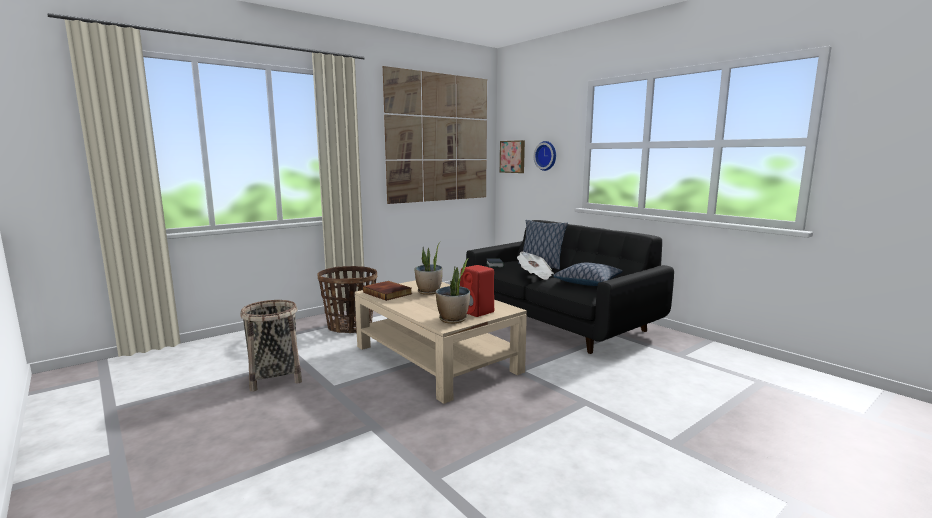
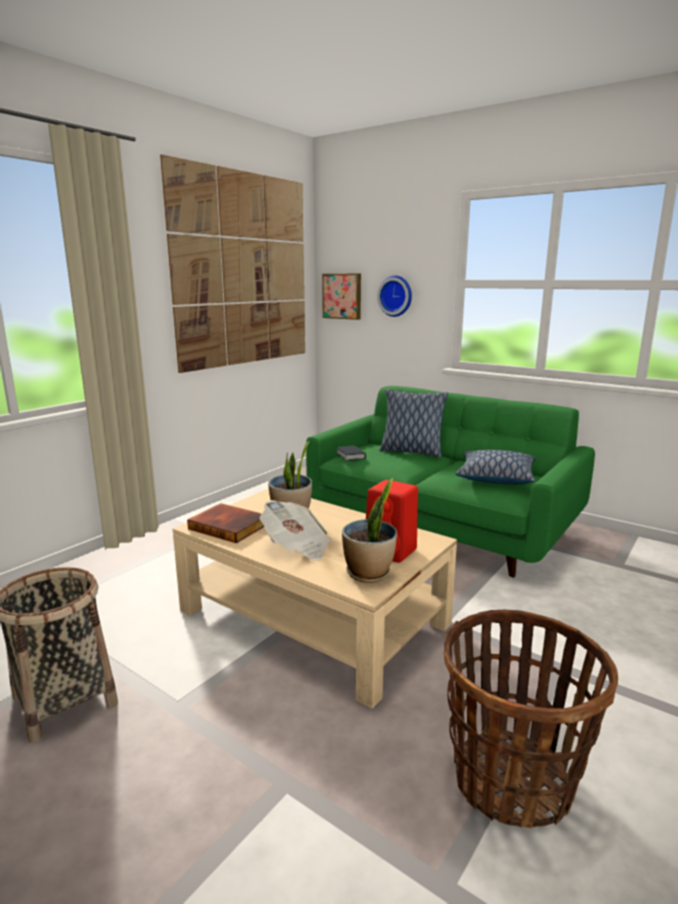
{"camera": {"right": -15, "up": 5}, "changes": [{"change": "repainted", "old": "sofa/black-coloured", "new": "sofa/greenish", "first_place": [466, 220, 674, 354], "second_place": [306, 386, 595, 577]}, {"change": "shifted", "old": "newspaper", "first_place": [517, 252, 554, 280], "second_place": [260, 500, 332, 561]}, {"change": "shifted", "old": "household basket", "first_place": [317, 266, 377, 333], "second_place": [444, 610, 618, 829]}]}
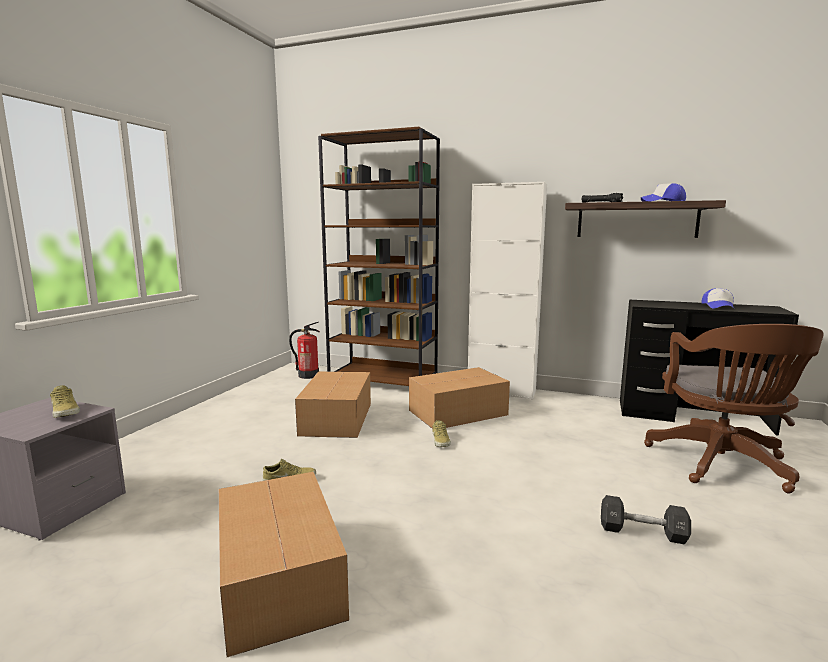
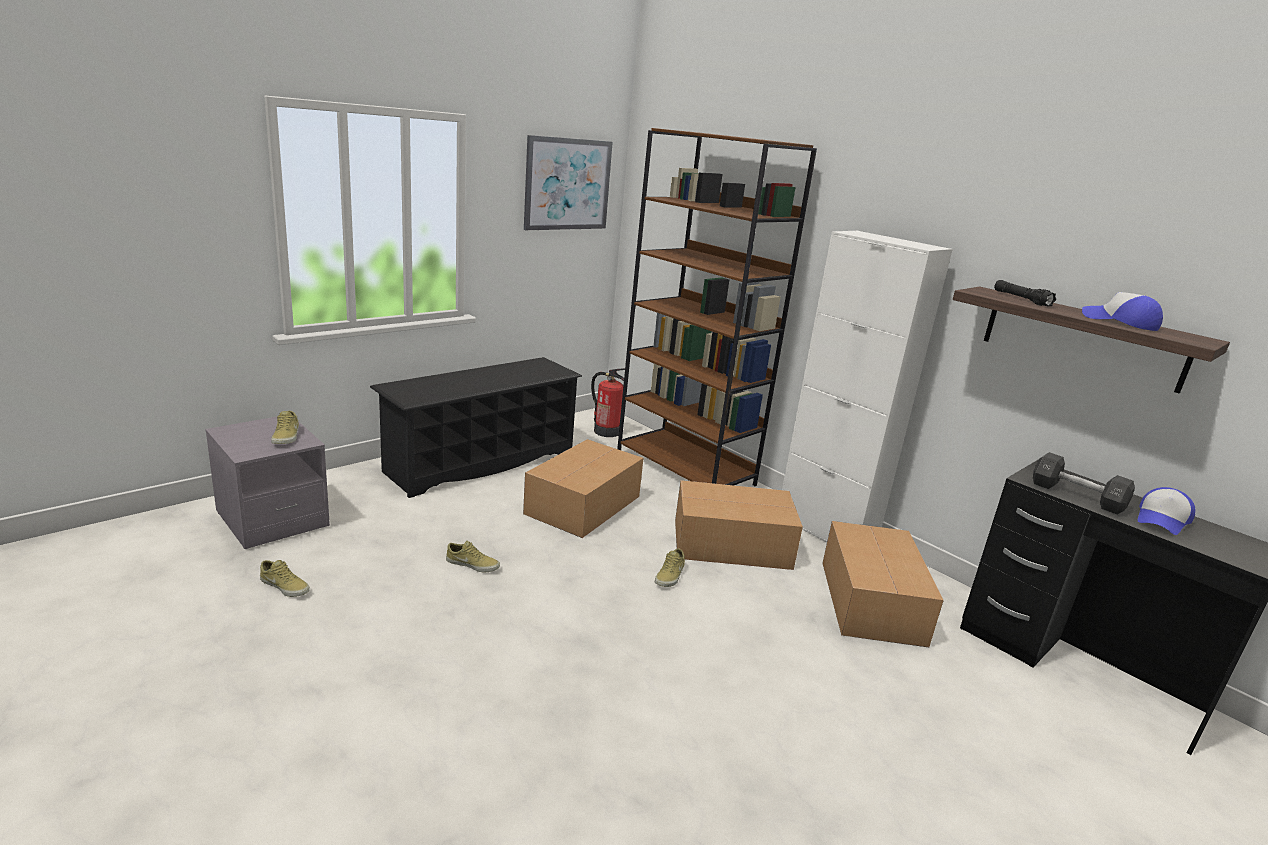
{"camera": {"right": 25, "up": 10}, "changes": [{"change": "gone", "old": "desk chair/brown", "first_place": [644, 324, 824, 493]}, {"change": "shifted", "old": "cardboard box", "first_place": [219, 472, 349, 657], "second_place": [822, 521, 944, 647]}, {"change": "shifted", "old": "hand weight/black-coloured", "first_place": [601, 495, 691, 545], "second_place": [1033, 452, 1135, 514]}, {"change": "new", "new": "picture", "second_place": [524, 135, 613, 230]}, {"change": "new", "new": "shoe stand/black-coloured", "second_place": [370, 357, 582, 498]}, {"change": "new", "new": "item of footwear/sand-coloured", "second_place": [260, 560, 310, 597]}]}
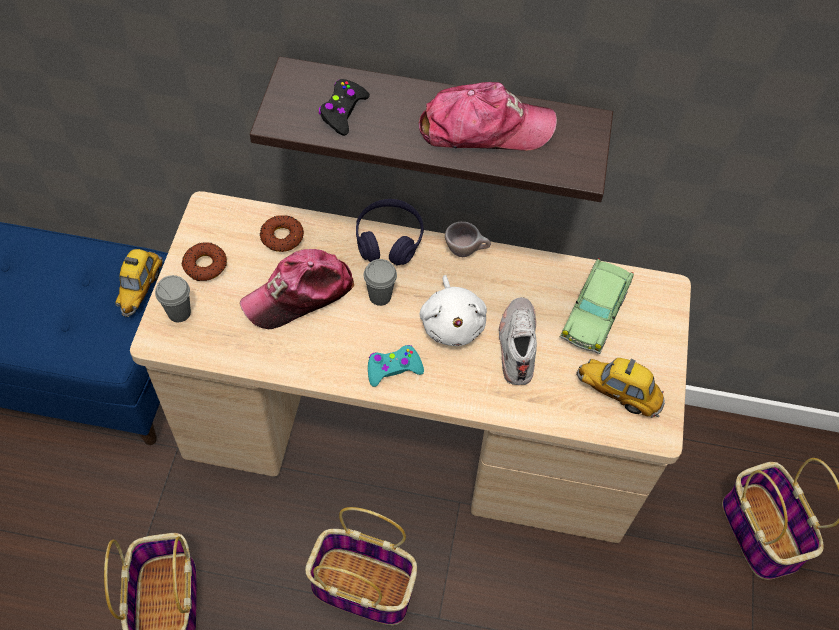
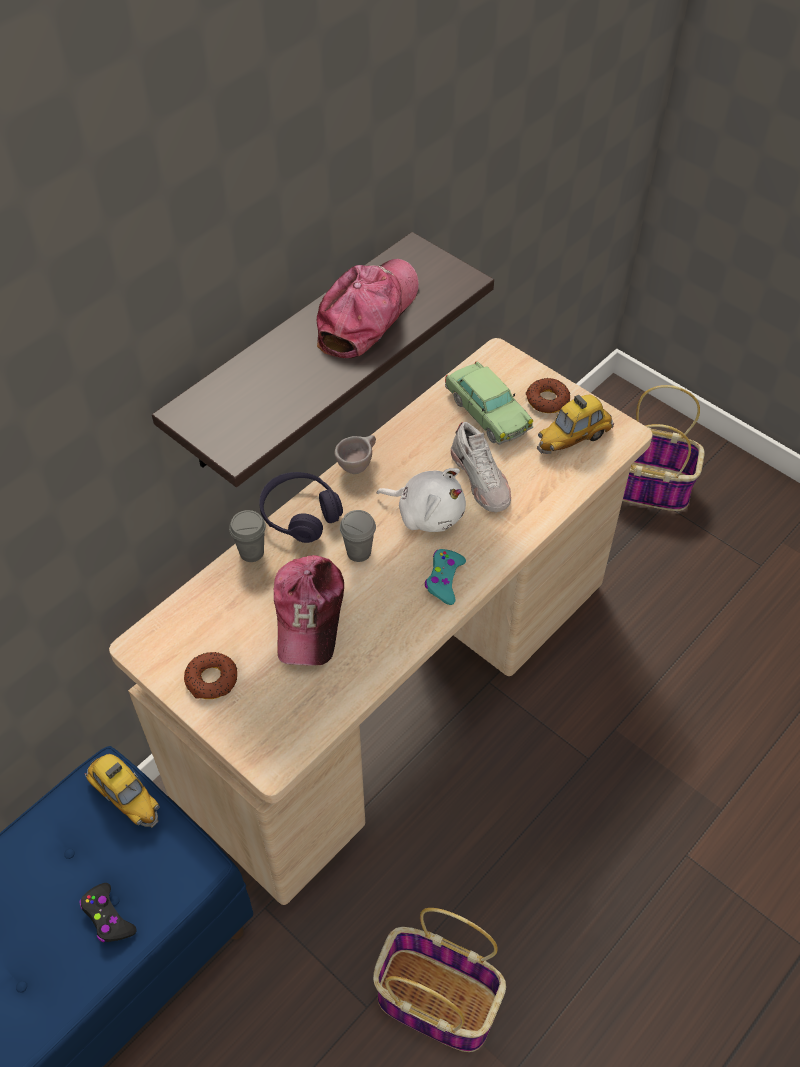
{"camera": {"right": -55, "up": -5}, "changes": [{"change": "shifted", "old": "game controller/black-coloured", "first_place": [319, 79, 370, 136], "second_place": [80, 883, 137, 942]}, {"change": "shifted", "old": "doughnut", "first_place": [260, 215, 304, 252], "second_place": [526, 378, 570, 413]}, {"change": "shifted", "old": "small cup/greyish", "first_place": [155, 275, 191, 322], "second_place": [229, 510, 266, 562]}, {"change": "rotated", "old": "item of footwear/white", "first_place": [499, 297, 537, 385], "second_place": [451, 422, 511, 512], "degrees": -150}, {"change": "gone", "old": "household basket", "first_place": [305, 507, 417, 625]}]}
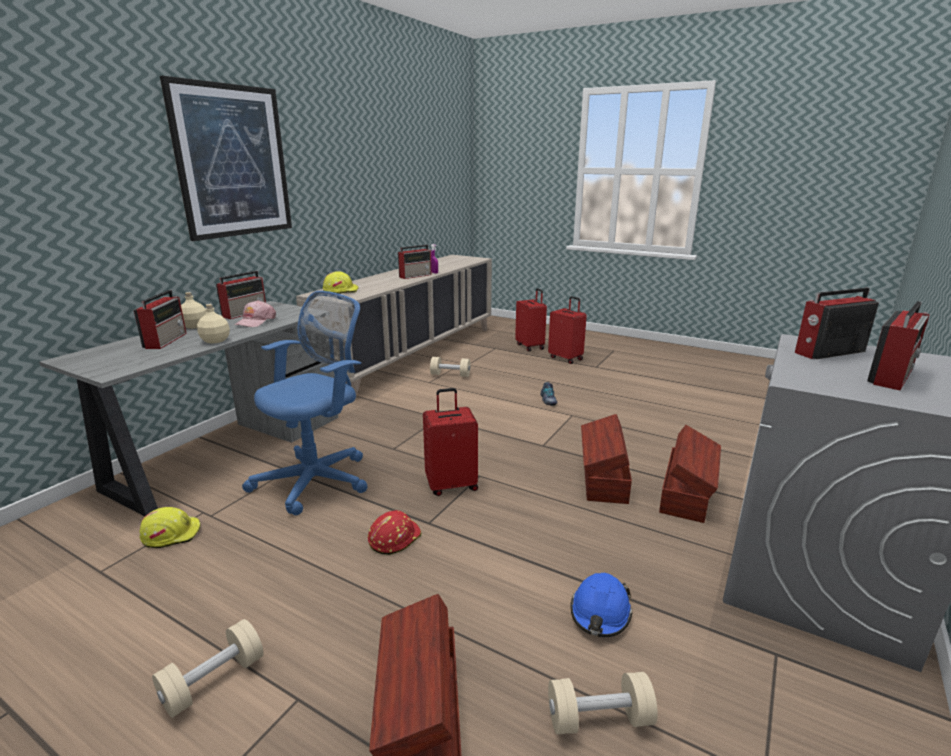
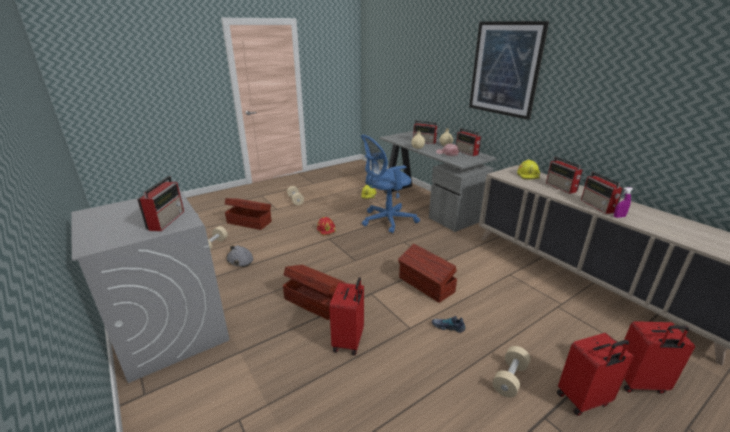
{"camera": {"right": 115, "up": 5}, "changes": [{"change": "rotated", "old": "desk chair/bluish", "first_place": [242, 291, 368, 515], "second_place": [361, 135, 420, 233], "degrees": 90}, {"change": "shifted", "old": "radio set", "first_place": [867, 301, 929, 390], "second_place": [546, 157, 583, 194]}, {"change": "shifted", "old": "hand weight/sand-coloured", "first_place": [430, 357, 470, 377], "second_place": [493, 346, 530, 398]}, {"change": "shifted", "old": "travel case/red", "first_place": [423, 388, 478, 496], "second_place": [329, 277, 364, 355]}, {"change": "shifted", "old": "storage bin/brown", "first_place": [659, 425, 721, 523], "second_place": [398, 243, 457, 303]}, {"change": "repainted", "old": "hard hat/bluish", "new": "hard hat/greyish", "first_place": [570, 573, 632, 637], "second_place": [227, 245, 253, 267]}]}
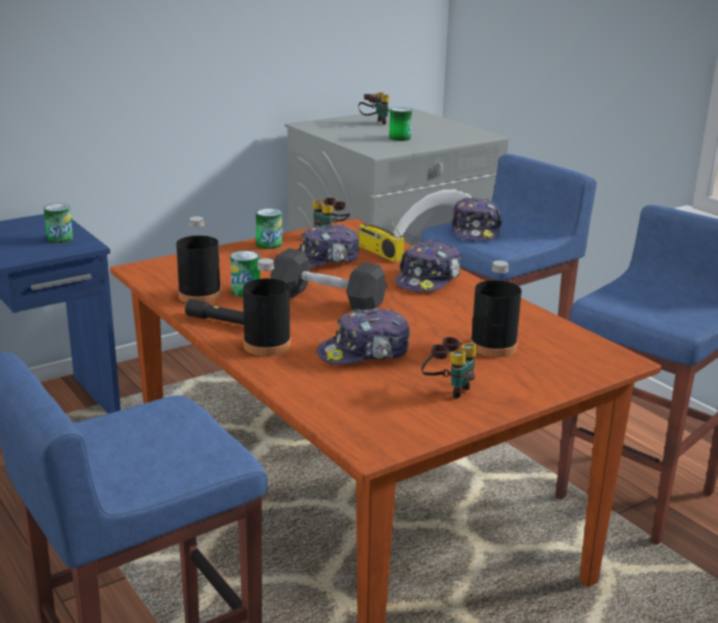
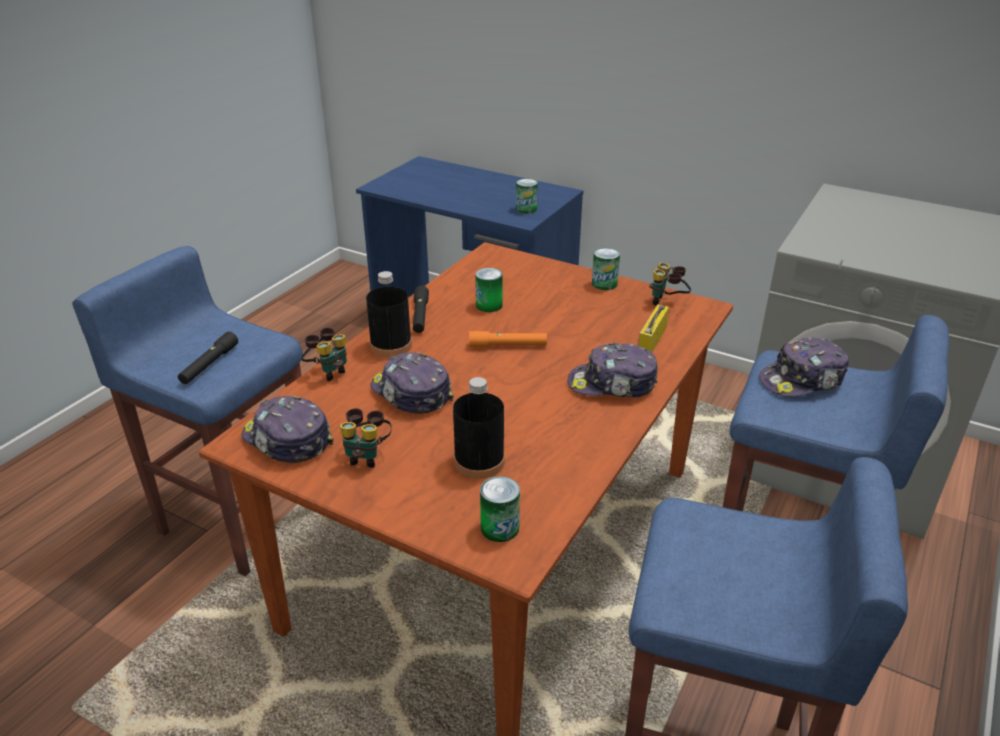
{"camera": {"right": 65, "up": 10}, "changes": [{"change": "shifted", "old": "binoculars", "first_place": [358, 92, 389, 125], "second_place": [301, 328, 347, 381]}, {"change": "shifted", "old": "metal can", "first_place": [389, 107, 412, 141], "second_place": [480, 476, 520, 542]}, {"change": "gone", "old": "beverage bottle/black-coloured", "first_place": [176, 217, 221, 303]}, {"change": "shifted", "old": "peaked cap", "first_place": [297, 225, 359, 268], "second_place": [242, 396, 334, 463]}, {"change": "swapped", "old": "hand weight/black-coloured", "new": "hand torch/orange-coloured", "first_place": [270, 248, 387, 311], "second_place": [469, 331, 547, 347]}, {"change": "new", "new": "hand torch/black-coloured", "second_place": [178, 332, 238, 384]}]}
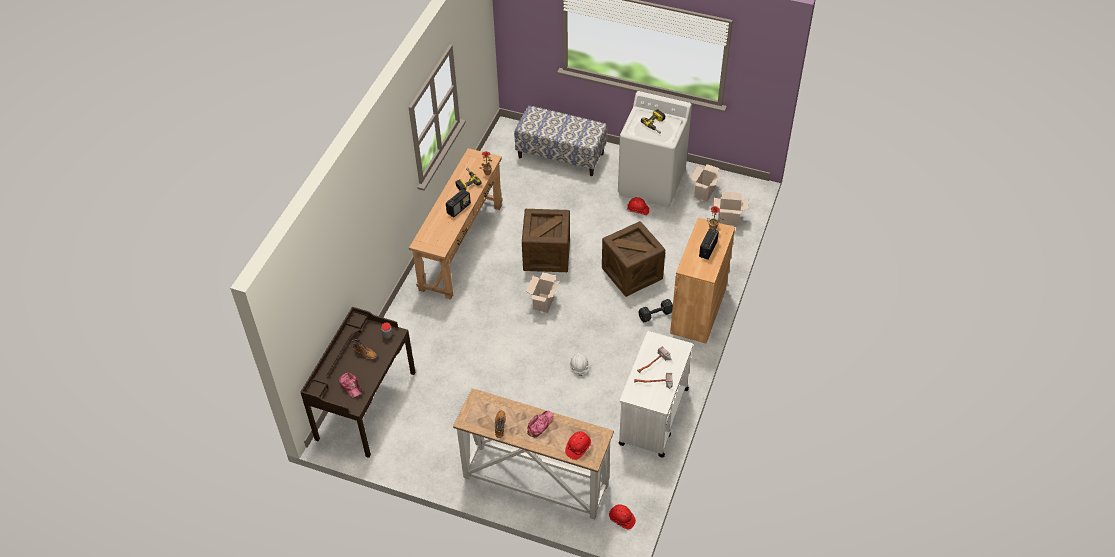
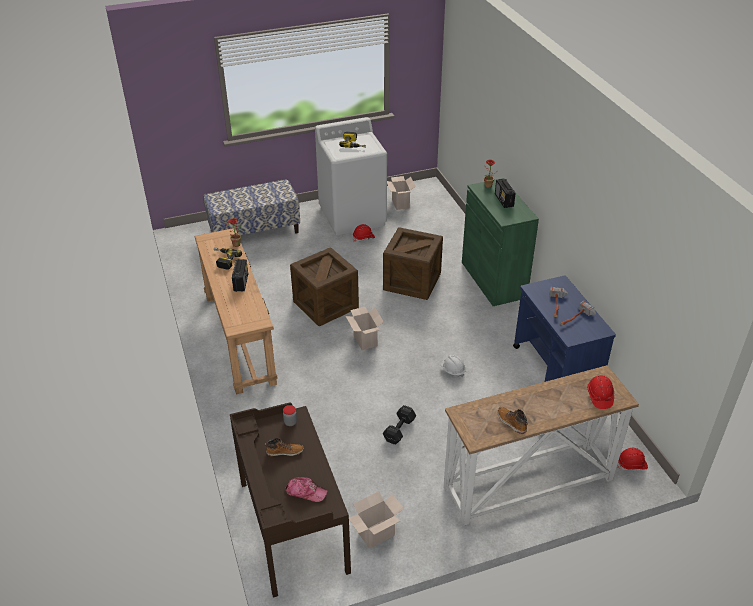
{"camera": {"right": -40, "up": -10}, "changes": [{"change": "shifted", "old": "cardboard box", "first_place": [712, 192, 749, 226], "second_place": [349, 491, 404, 549]}, {"change": "repainted", "old": "cupboard/brown", "new": "cupboard/greenish", "first_place": [670, 218, 735, 343], "second_place": [462, 178, 539, 306]}, {"change": "shifted", "old": "hand weight/black-coloured", "first_place": [638, 299, 673, 322], "second_place": [383, 405, 416, 444]}, {"change": "repainted", "old": "trolley/white", "new": "trolley/bluish", "first_place": [618, 331, 693, 458], "second_place": [513, 275, 616, 382]}, {"change": "gone", "old": "peaked cap", "first_place": [527, 411, 554, 437]}]}
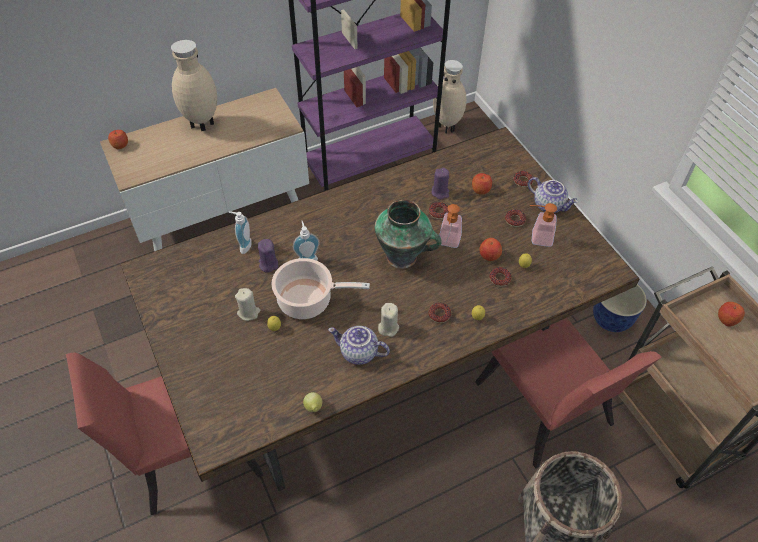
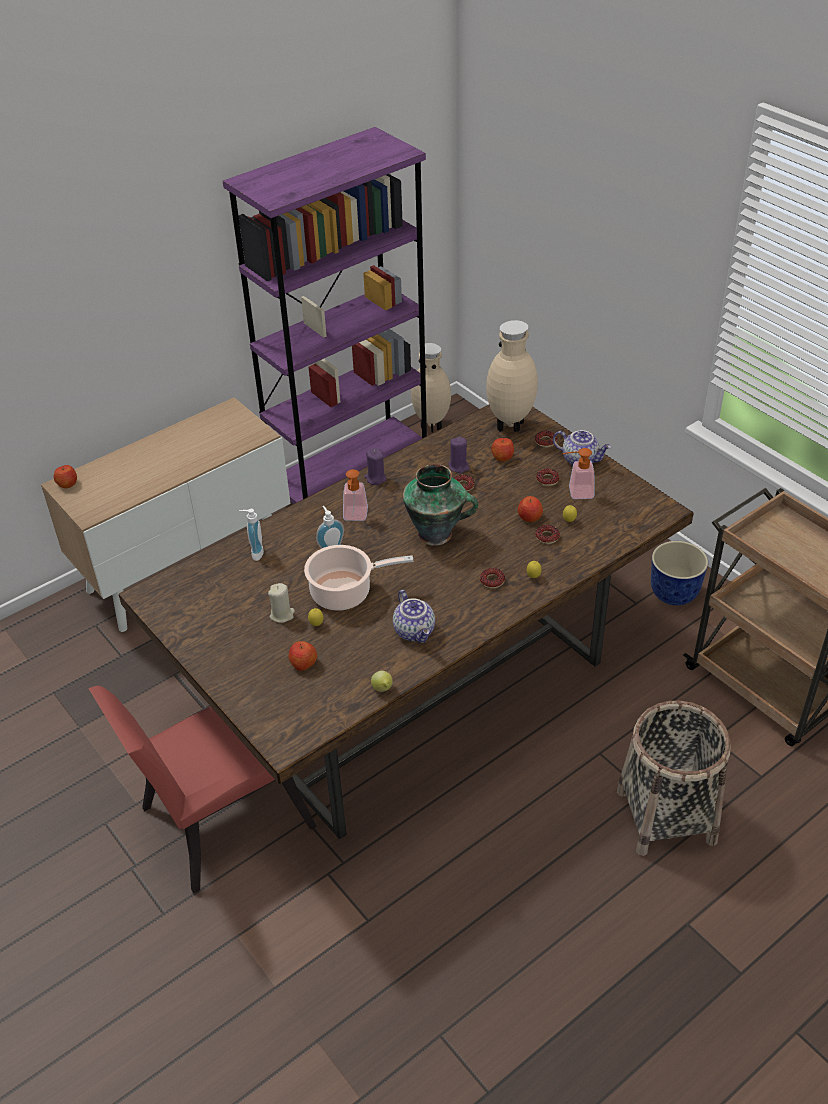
{"camera": {"right": -10, "up": -10}, "changes": [{"change": "shifted", "old": "flower vase/sand-coloured", "first_place": [171, 40, 217, 131], "second_place": [486, 320, 538, 432]}, {"change": "shifted", "old": "liquid soap bottle", "first_place": [439, 204, 462, 248], "second_place": [343, 469, 368, 521]}, {"change": "shifted", "old": "candle/purple", "first_place": [258, 239, 278, 273], "second_place": [365, 447, 387, 485]}, {"change": "shifted", "old": "apple fruit", "first_place": [718, 302, 745, 327], "second_place": [289, 641, 317, 671]}, {"change": "gone", "old": "candle/sand-coloured", "first_place": [378, 303, 399, 337]}, {"change": "gone", "old": "plain chair/red", "first_place": [475, 318, 662, 469]}, {"change": "rotated", "old": "pot for tea", "first_place": [328, 326, 390, 365], "second_place": [393, 590, 435, 643], "degrees": -120}]}
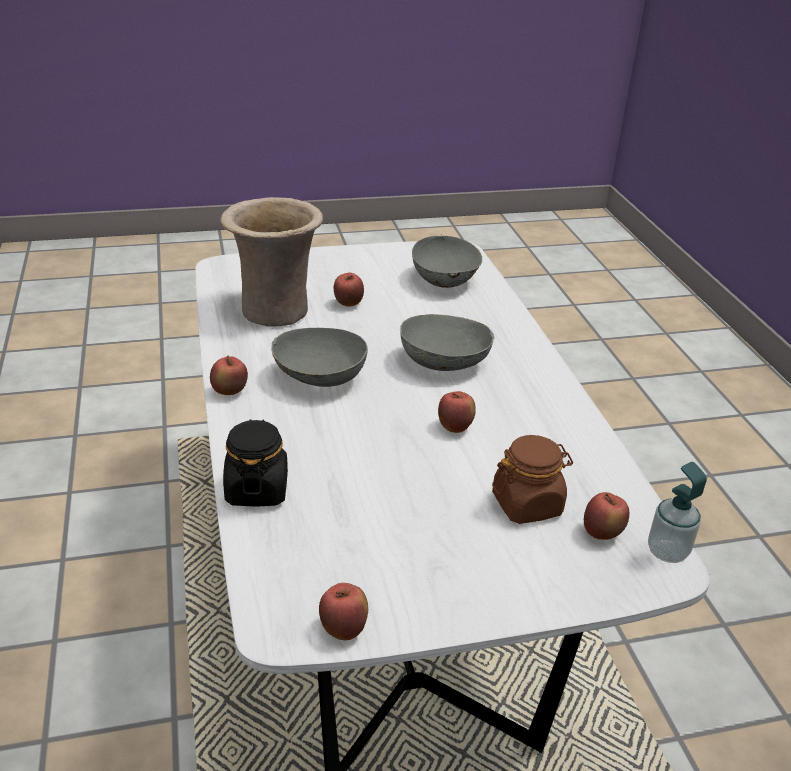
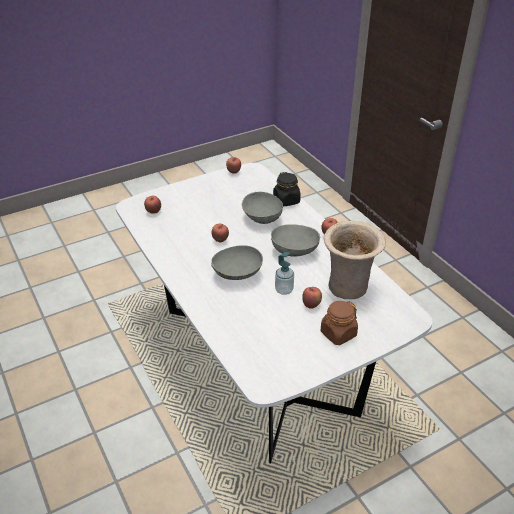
{"camera": {"right": 165, "up": 5}, "changes": [{"change": "shifted", "old": "deep dish/greyish", "first_place": [412, 236, 482, 288], "second_place": [242, 192, 283, 224]}, {"change": "shifted", "old": "jar/brown", "first_place": [492, 435, 573, 524], "second_place": [321, 301, 358, 345]}, {"change": "shifted", "old": "liquid soap bottle", "first_place": [648, 462, 707, 563], "second_place": [275, 252, 294, 295]}]}
